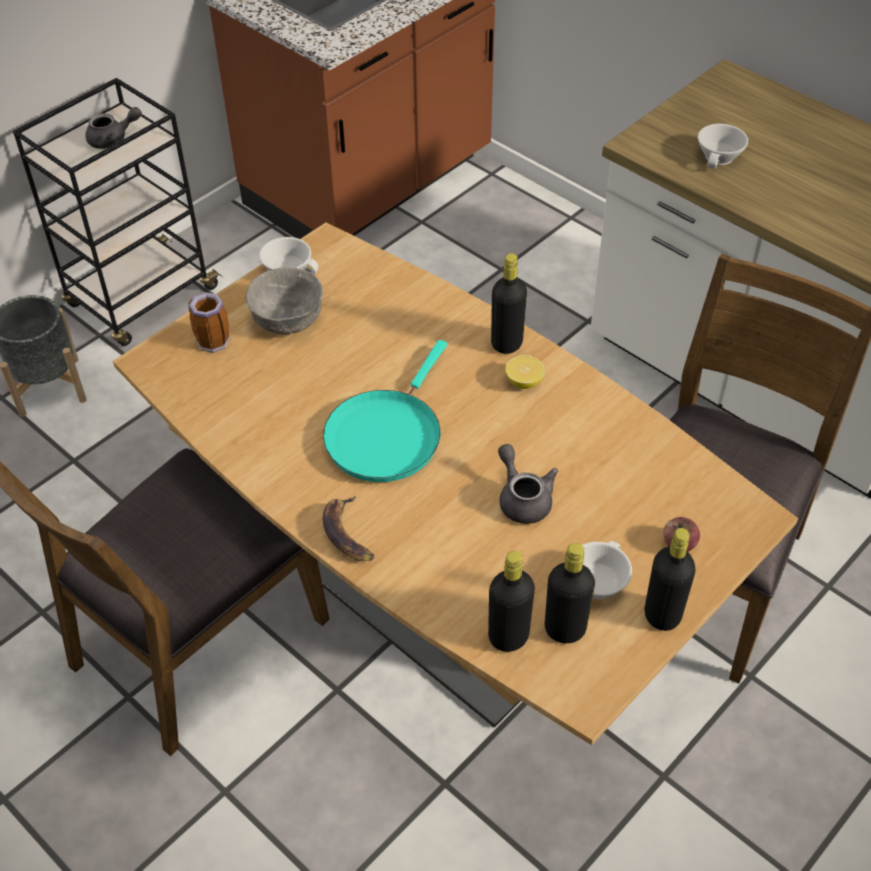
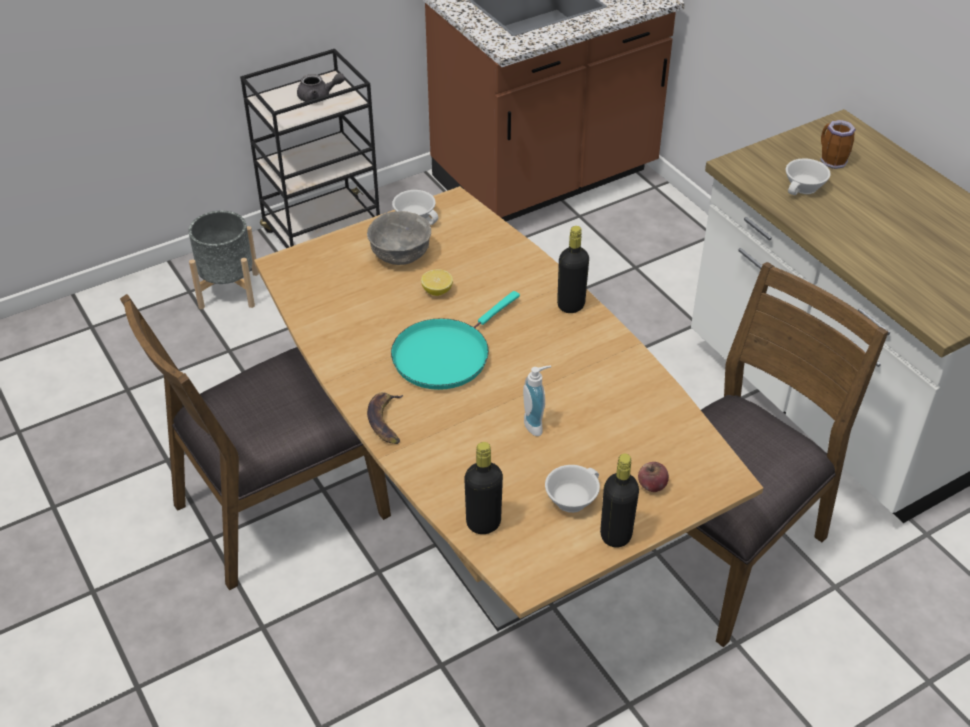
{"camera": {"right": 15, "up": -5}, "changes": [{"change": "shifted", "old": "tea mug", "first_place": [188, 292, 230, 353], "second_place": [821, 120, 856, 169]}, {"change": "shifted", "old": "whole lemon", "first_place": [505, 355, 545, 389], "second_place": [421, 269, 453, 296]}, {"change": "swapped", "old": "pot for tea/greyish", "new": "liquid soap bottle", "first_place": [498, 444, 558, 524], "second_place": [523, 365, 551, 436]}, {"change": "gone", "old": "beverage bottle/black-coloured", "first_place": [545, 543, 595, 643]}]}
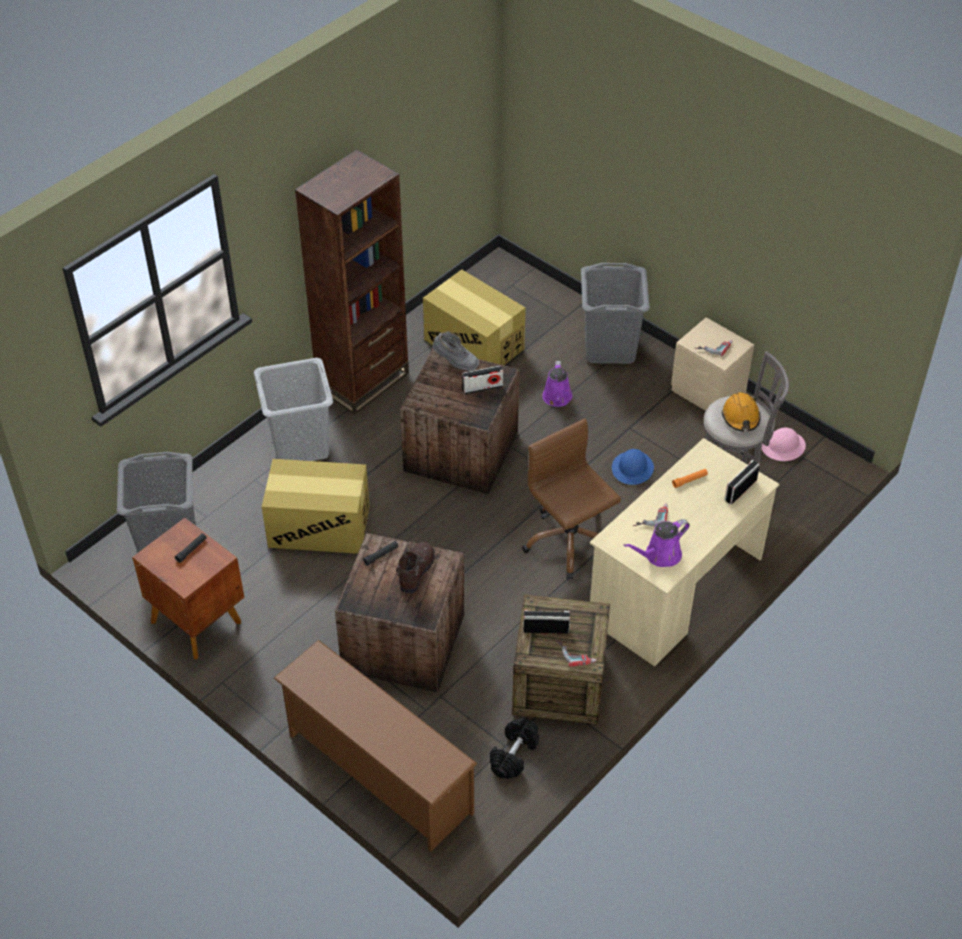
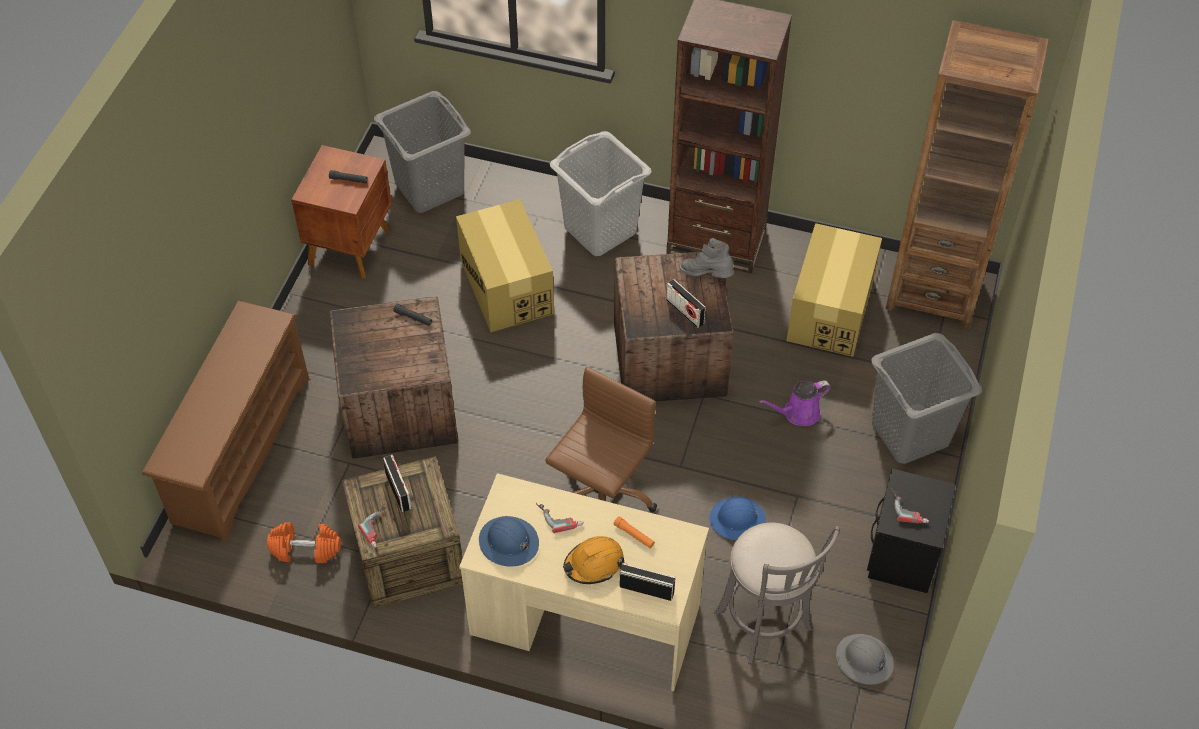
{"camera": {"right": 65, "up": 5}, "changes": [{"change": "repainted", "old": "bedside table/sand-coloured", "new": "bedside table/black-coloured", "first_place": [671, 317, 754, 411], "second_place": [867, 469, 955, 593]}, {"change": "rotated", "old": "tall boot/greyish", "first_place": [433, 331, 479, 371], "second_place": [680, 238, 734, 278], "degrees": 120}, {"change": "shifted", "old": "hard hat/orange-coloured", "first_place": [722, 392, 761, 432], "second_place": [563, 536, 625, 584]}, {"change": "repainted", "old": "hard hat/pink-coloured", "new": "hard hat/greyish", "first_place": [762, 428, 806, 461], "second_place": [836, 634, 894, 685]}, {"change": "swapped", "old": "watering pot/purple", "new": "hard hat/bluish", "first_place": [624, 519, 690, 567], "second_place": [479, 516, 539, 567]}, {"change": "gone", "old": "tall boot/brown", "first_place": [396, 542, 435, 594]}, {"change": "repainted", "old": "hand weight/black-coloured", "new": "hand weight/orange-coloured", "first_place": [490, 717, 539, 779], "second_place": [267, 522, 341, 563]}, {"change": "new", "new": "bookshelf/brown", "second_place": [886, 20, 1049, 328]}]}
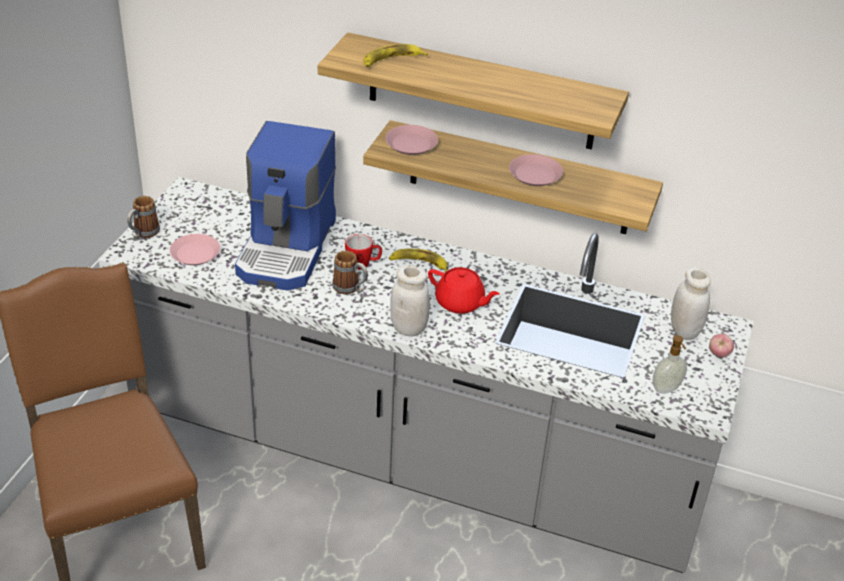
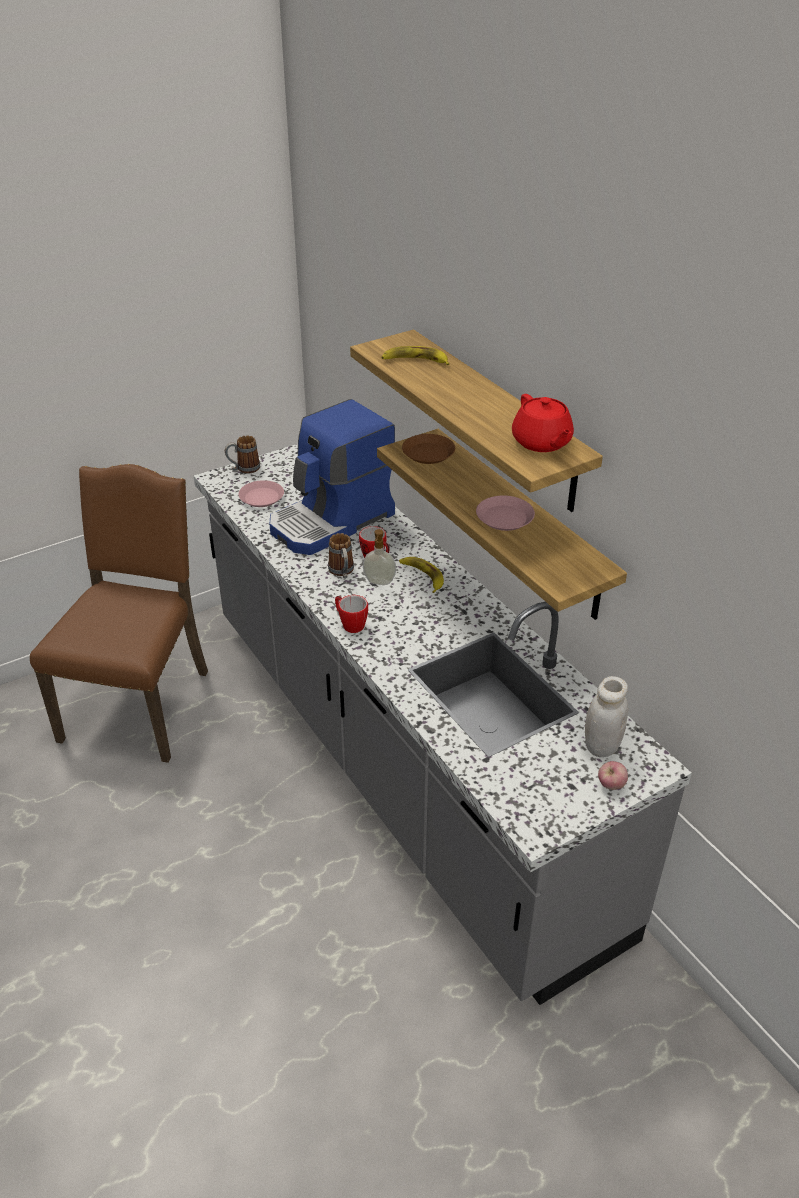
{"camera": {"right": 40, "up": 0}, "changes": [{"change": "repainted", "old": "plate/pink-coloured", "new": "plate/brown", "first_place": [386, 125, 438, 155], "second_place": [402, 434, 455, 464]}, {"change": "swapped", "old": "jar/white", "new": "tea mug", "first_place": [390, 265, 430, 337], "second_place": [335, 595, 368, 633]}, {"change": "shifted", "old": "pot for tea/red", "first_place": [428, 267, 500, 314], "second_place": [512, 394, 574, 452]}, {"change": "shifted", "old": "liquid soap bottle", "first_place": [653, 335, 687, 394], "second_place": [363, 529, 396, 585]}]}
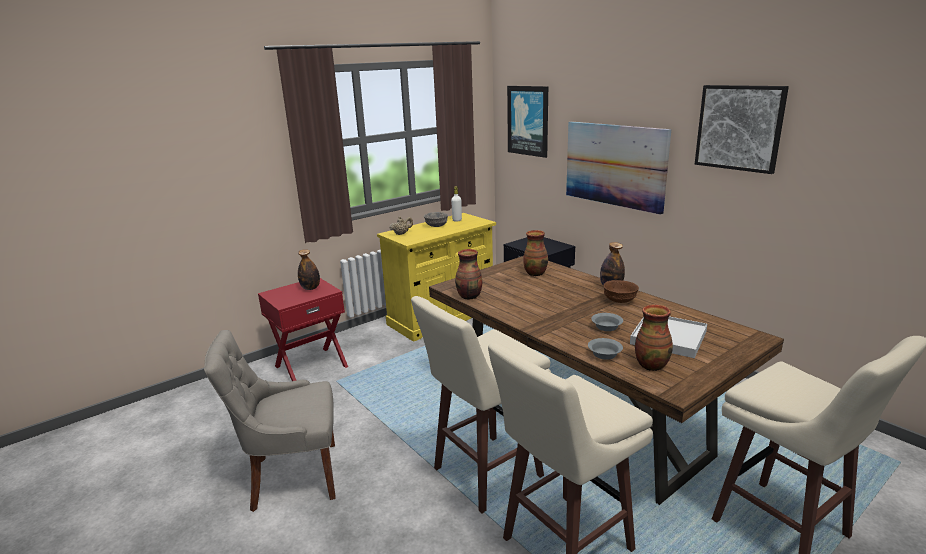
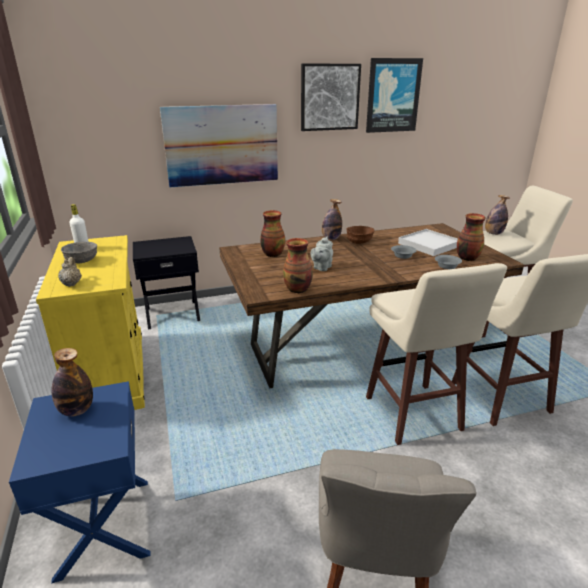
{"camera": {"right": -70, "up": 5}, "changes": [{"change": "shifted", "old": "picture", "first_place": [507, 86, 548, 158], "second_place": [366, 58, 423, 133]}, {"change": "repainted", "old": "bedside table/red", "new": "bedside table/bluish", "first_place": [258, 278, 348, 381], "second_place": [9, 381, 151, 584]}, {"change": "new", "new": "beverage bottle", "second_place": [485, 195, 510, 235]}, {"change": "new", "new": "pot for tea/greyish", "second_place": [311, 237, 333, 271]}]}
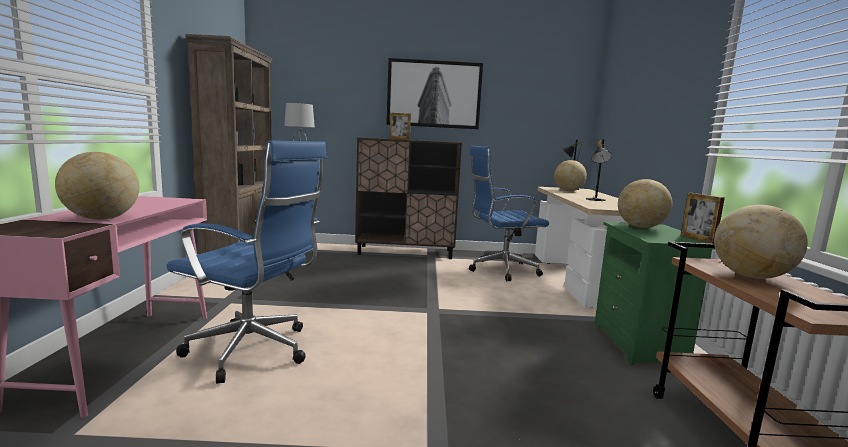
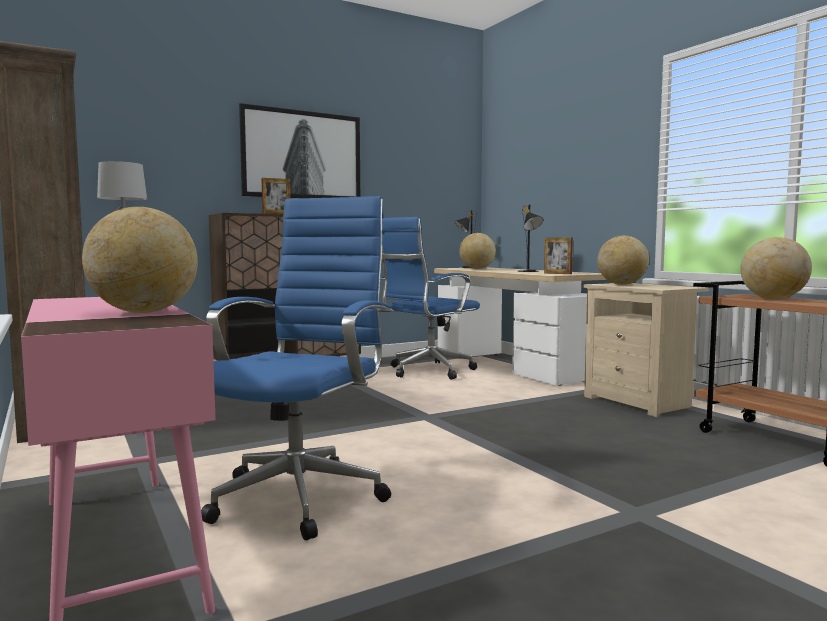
{"camera": {"right": -30, "up": -5}, "changes": [{"change": "rotated", "old": "desk chair/bluish", "first_place": [166, 140, 327, 384], "second_place": [201, 196, 392, 541], "degrees": -60}, {"change": "shifted", "old": "standing frame", "first_place": [681, 193, 725, 244], "second_place": [544, 238, 573, 274]}, {"change": "repainted", "old": "bedside table/greenish", "new": "bedside table/sand-coloured", "first_place": [594, 222, 715, 365], "second_place": [583, 283, 709, 417]}]}
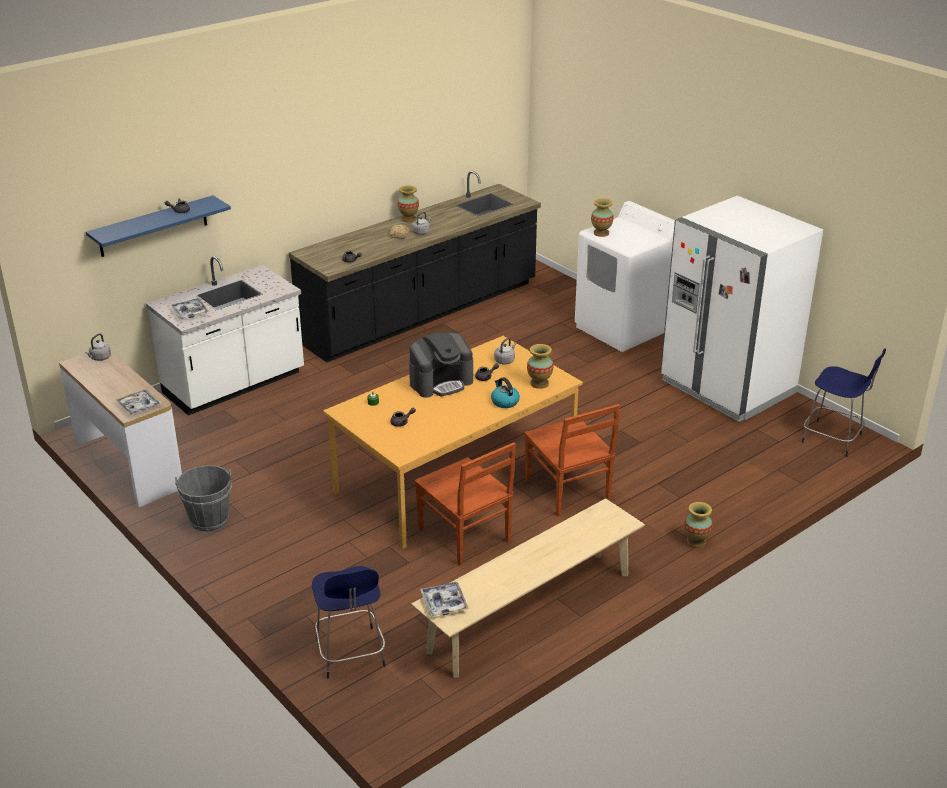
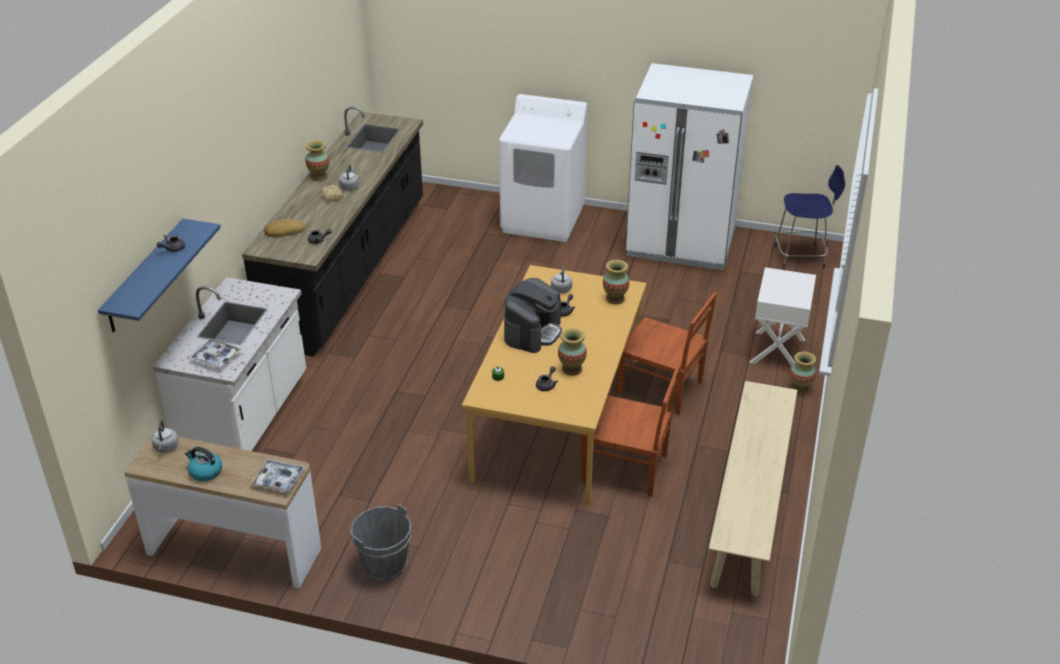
{"camera": {"right": -35, "up": 5}, "changes": [{"change": "shifted", "old": "flower vase", "first_place": [591, 199, 614, 237], "second_place": [558, 328, 587, 376]}, {"change": "shifted", "old": "tea kettle", "first_place": [491, 377, 520, 408], "second_place": [185, 447, 222, 481]}, {"change": "gone", "old": "stool/bluish", "first_place": [312, 566, 386, 679]}, {"change": "gone", "old": "serving tray", "first_place": [420, 582, 469, 617]}, {"change": "new", "new": "bakery bread", "second_place": [264, 219, 305, 237]}, {"change": "new", "new": "bedside table/white", "second_place": [749, 267, 816, 366]}]}
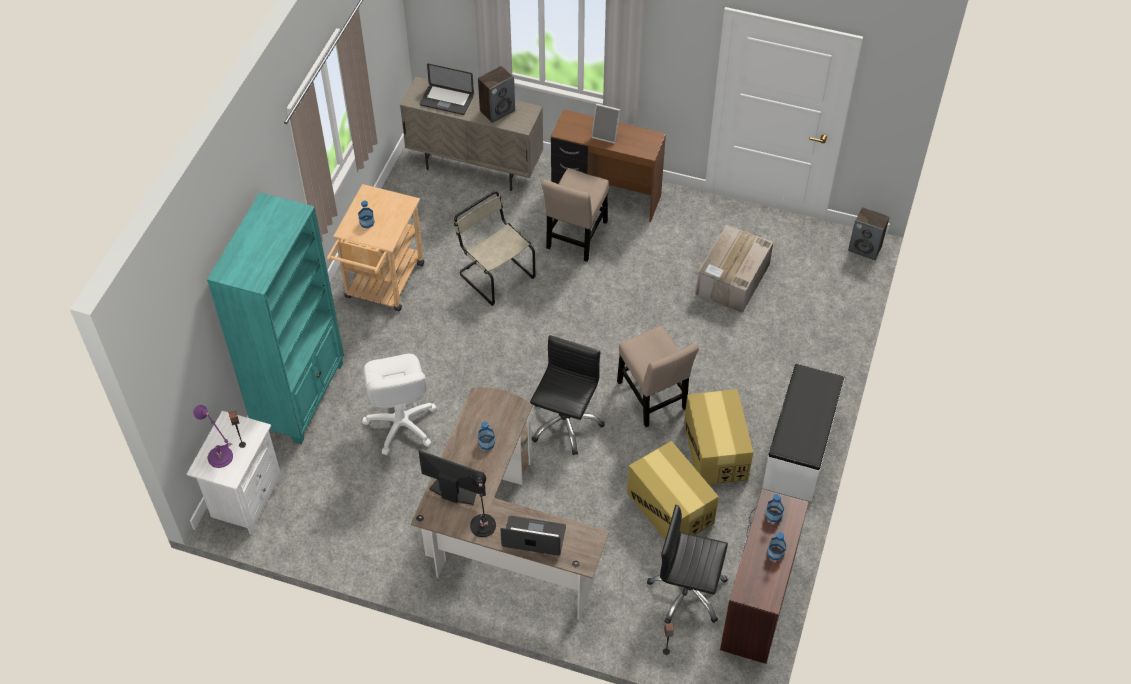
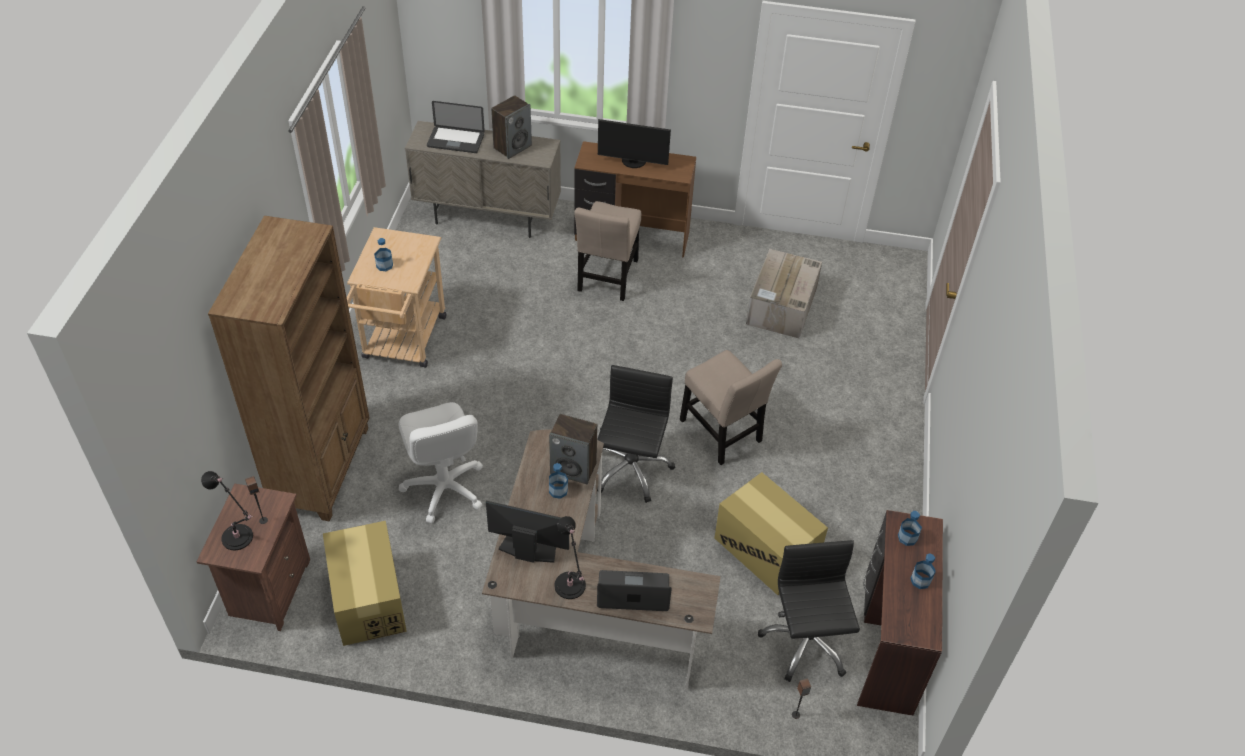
{"camera": {"right": -10, "up": -5}, "changes": [{"change": "swapped", "old": "standing frame", "new": "computer display", "first_place": [591, 104, 620, 144], "second_place": [598, 119, 671, 168]}, {"change": "gone", "old": "plain chair/sand-coloured", "first_place": [454, 191, 536, 306]}, {"change": "repainted", "old": "bookshelf/turquoise-coloured", "new": "bookshelf/brown", "first_place": [207, 193, 344, 444], "second_place": [208, 216, 370, 521]}, {"change": "shifted", "old": "speaker", "first_place": [848, 207, 890, 260], "second_place": [549, 414, 598, 484]}, {"change": "gone", "old": "bench/white", "first_place": [762, 364, 844, 502]}, {"change": "shifted", "old": "cardboard box", "first_place": [684, 389, 753, 485], "second_place": [323, 521, 407, 646]}, {"change": "repainted", "old": "lamp for a table/purple", "new": "lamp for a table/black-coloured", "first_place": [193, 405, 233, 468], "second_place": [201, 471, 253, 550]}, {"change": "repainted", "old": "bedside table/white", "new": "bedside table/brown", "first_place": [187, 411, 282, 535], "second_place": [196, 484, 310, 631]}, {"change": "rotated", "old": "desk chair/black-coloured", "first_place": [647, 504, 728, 624], "second_place": [758, 540, 860, 682], "degrees": 75}]}
